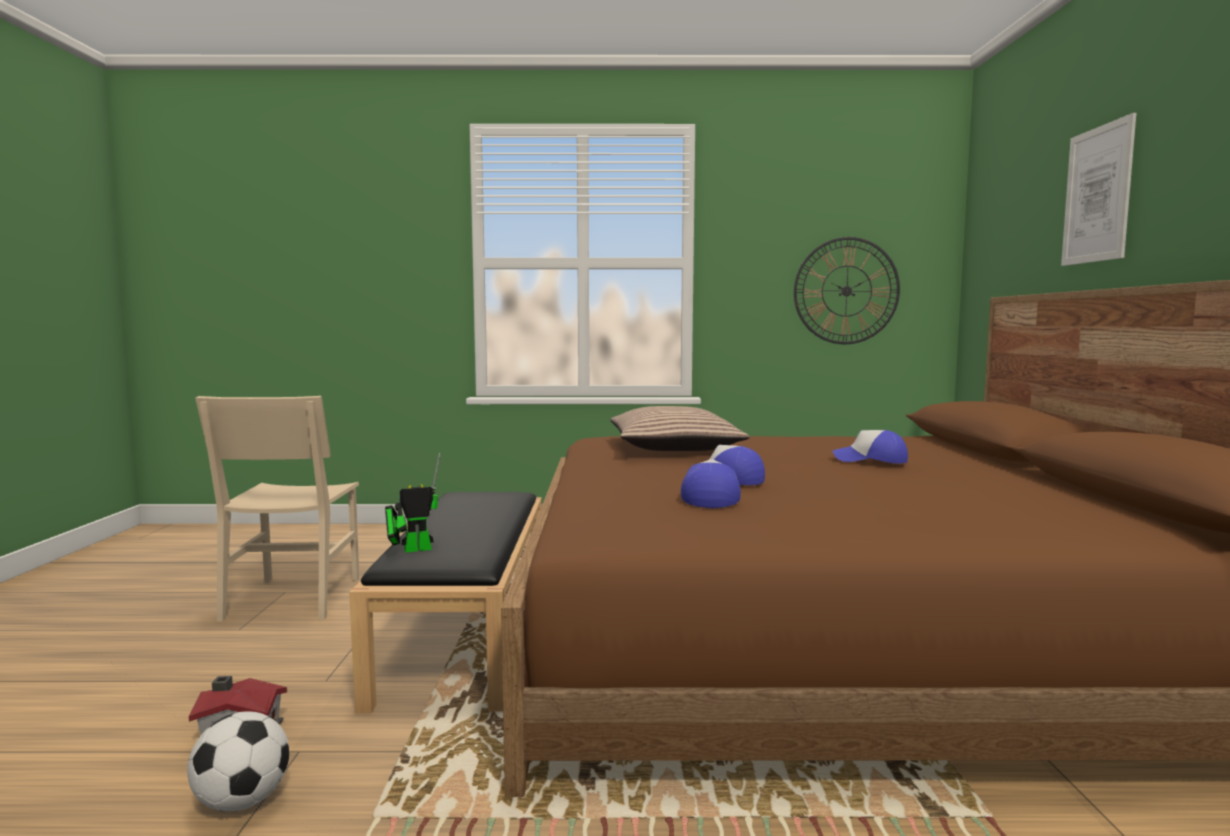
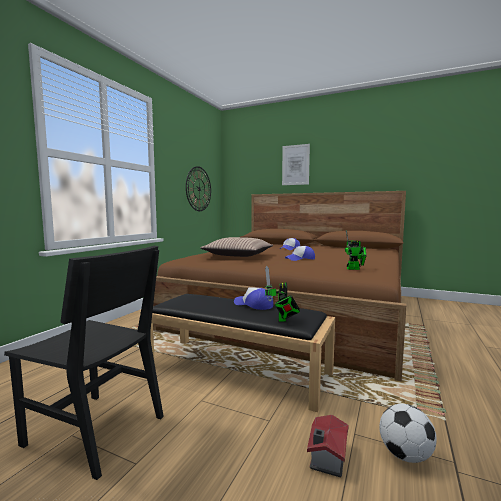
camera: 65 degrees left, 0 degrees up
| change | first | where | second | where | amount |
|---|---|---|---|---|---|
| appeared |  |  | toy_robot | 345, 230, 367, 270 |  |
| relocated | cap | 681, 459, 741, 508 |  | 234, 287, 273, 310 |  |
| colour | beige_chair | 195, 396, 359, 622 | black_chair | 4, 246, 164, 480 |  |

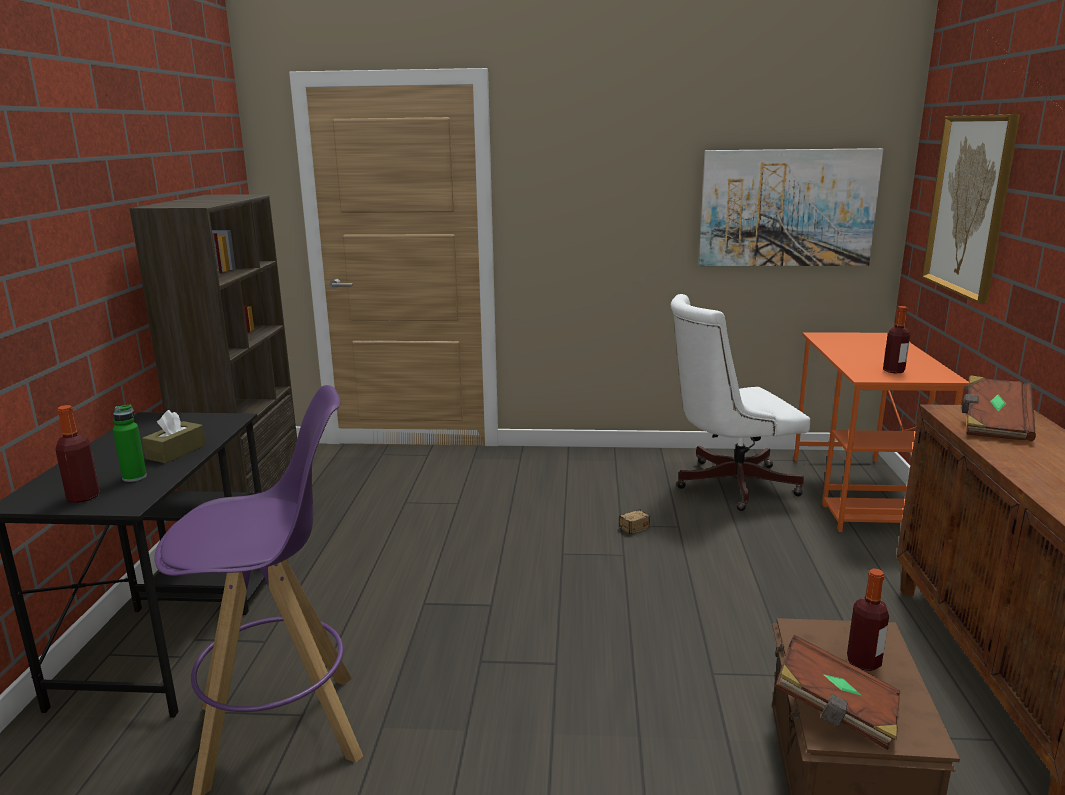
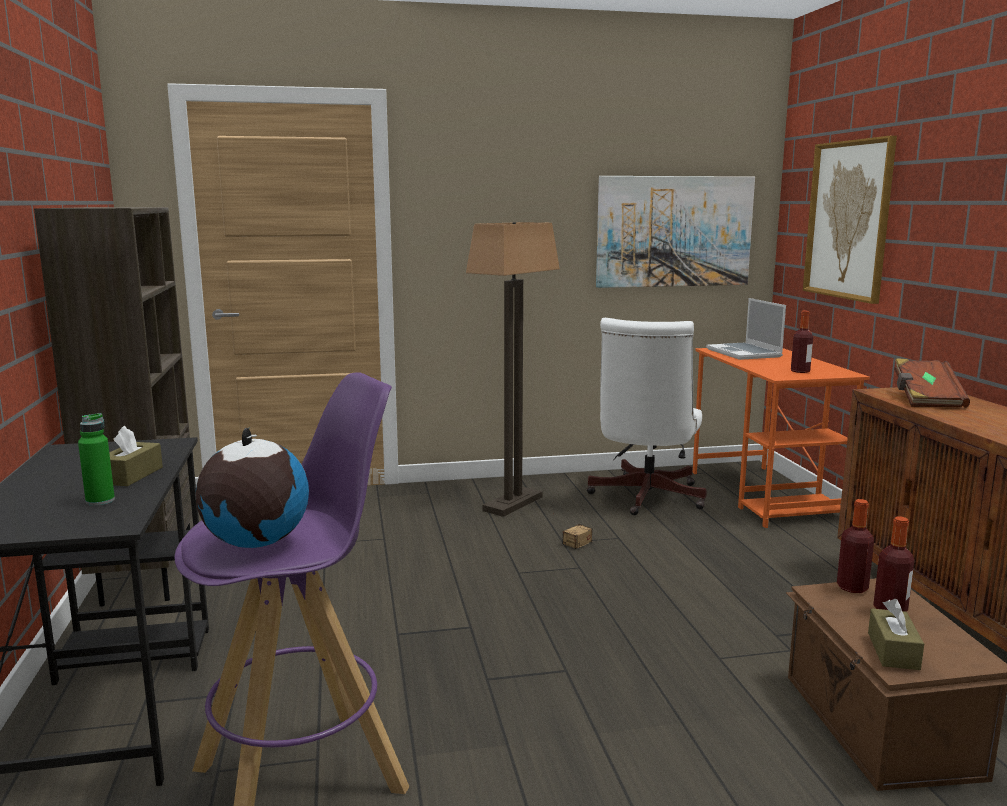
camera: 15 degrees left, 5 degrees down
| change | first | where | second | where | amount |
|---|---|---|---|---|---|
| appeared |  |  | globe | 196, 427, 309, 548 |  |
| appeared |  |  | floor_lamp | 466, 222, 560, 517 |  |
| appeared |  |  | laptop | 706, 298, 786, 360 |  |
| relocated | bottle | 56, 405, 99, 503 |  | 837, 499, 874, 593 |  |
| exchanged | brown_book | 775, 635, 900, 750 | brown_tissue_box | 868, 599, 924, 670 |  |
| spun | white_office_chair | 671, 294, 810, 511 |  | 586, 318, 707, 515 | 45 degrees counterclockwise |

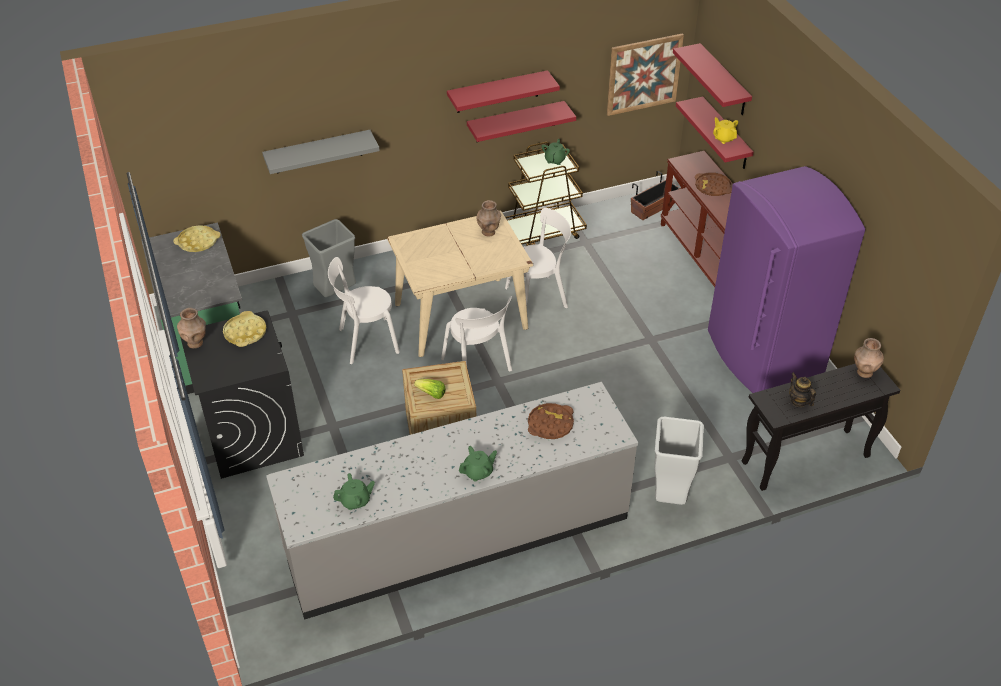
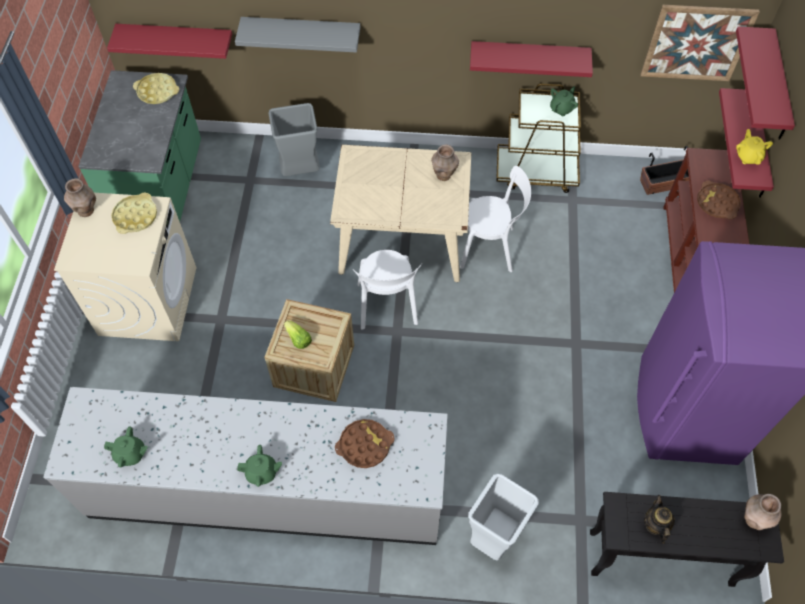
camera: 25 degrees right, 15 degrees up
| change | first | where | second | where | amount |
|---|---|---|---|---|---|
| missing | white_chair | 328, 257, 400, 364 |  |  |  |
| relocated | red_shelf | 447, 70, 560, 113 |  | 107, 24, 232, 59 |  |
| colour | black_washing_machine | 180, 310, 304, 479 | beige_washing_machine | 54, 193, 197, 341 |  |

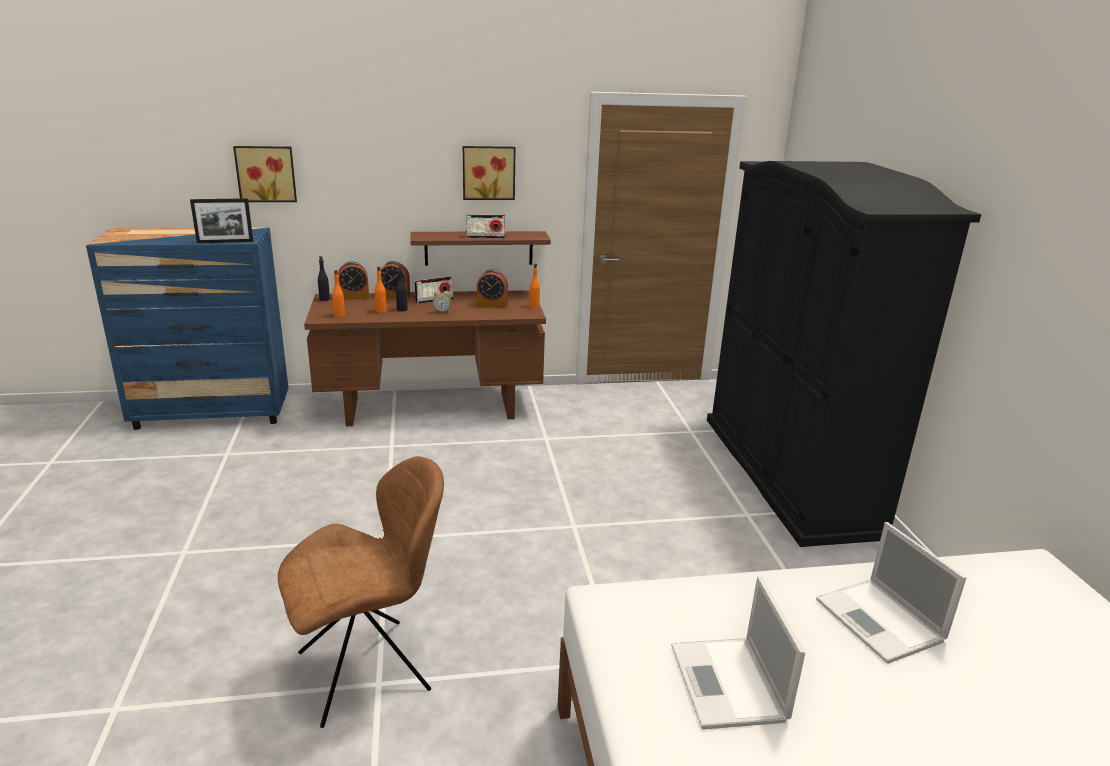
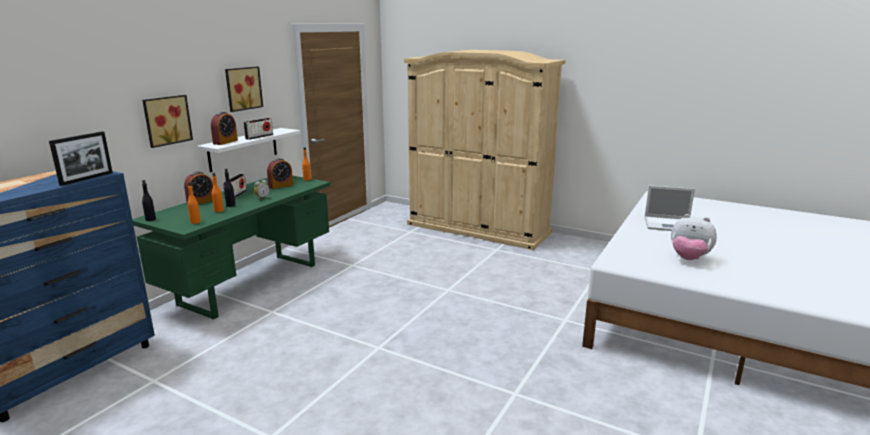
camera: 50 degrees left, 5 degrees down
| change | first | where | second | where | amount |
|---|---|---|---|---|---|
| missing | brown_chair | 278, 456, 444, 728 |  |  |  |
| relocated | picture | 233, 146, 297, 202 |  | 142, 95, 193, 148 |  |
| relocated | alarm_clock | 338, 261, 369, 300 |  | 211, 112, 238, 145 |  |
| exchanged | laptop | 671, 576, 805, 730 | plush_toy | 671, 214, 717, 260 |  |
| colour | brown_desk | 304, 290, 546, 426 | green_desk | 132, 176, 330, 320 |  |
| colour | brown_shelf | 411, 231, 551, 266 | white_shelf | 197, 128, 301, 172 |  |
| colour | black_wardrobe | 707, 161, 981, 547 | beige_wardrobe | 404, 50, 565, 250 |  |

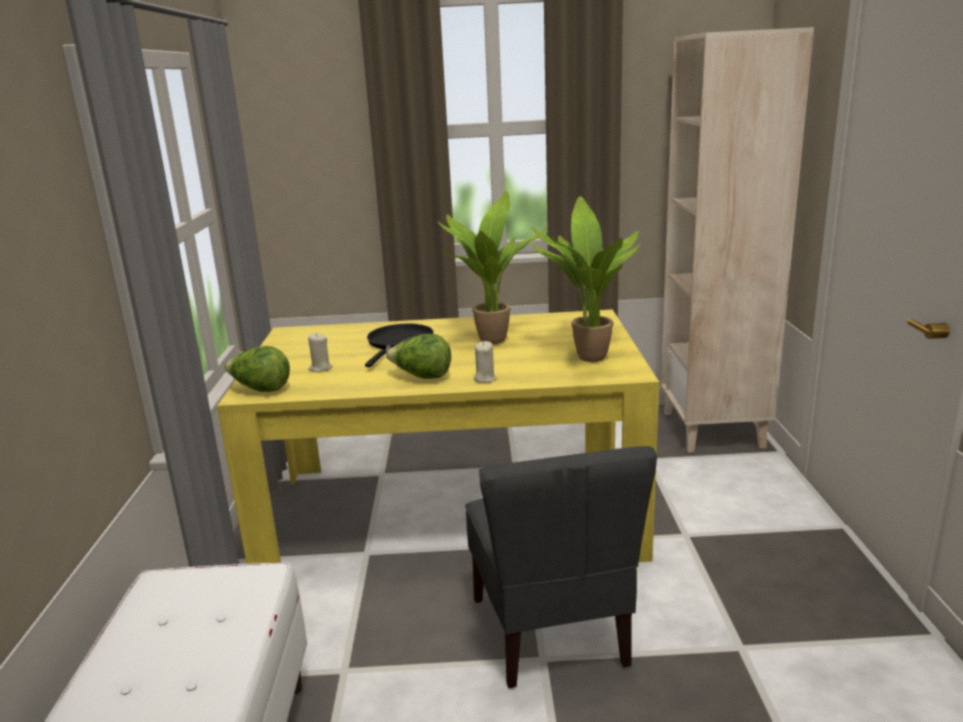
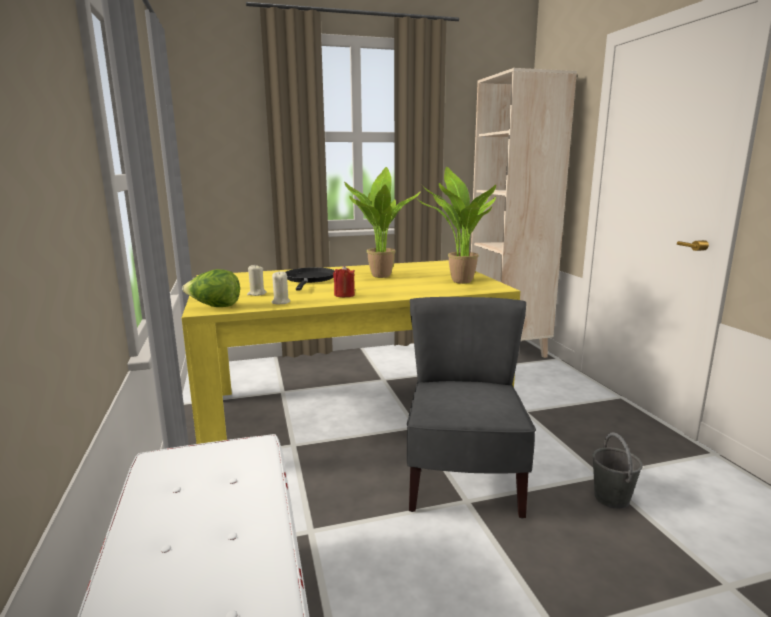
camera: 15 degrees left, 5 degrees down
| change | first | where | second | where | amount |
|---|---|---|---|---|---|
| appeared |  |  | grey_bucket | 592, 432, 643, 509 |  |
| relocated | beige_candle | 474, 341, 497, 383 |  | 272, 271, 290, 305 |  |
| exchanged | lettuce | 386, 334, 451, 379 | red_candle | 333, 265, 355, 297 |  |
| spun | grey_chair | 465, 446, 657, 688 |  | 407, 297, 536, 519 | 150 degrees counterclockwise |

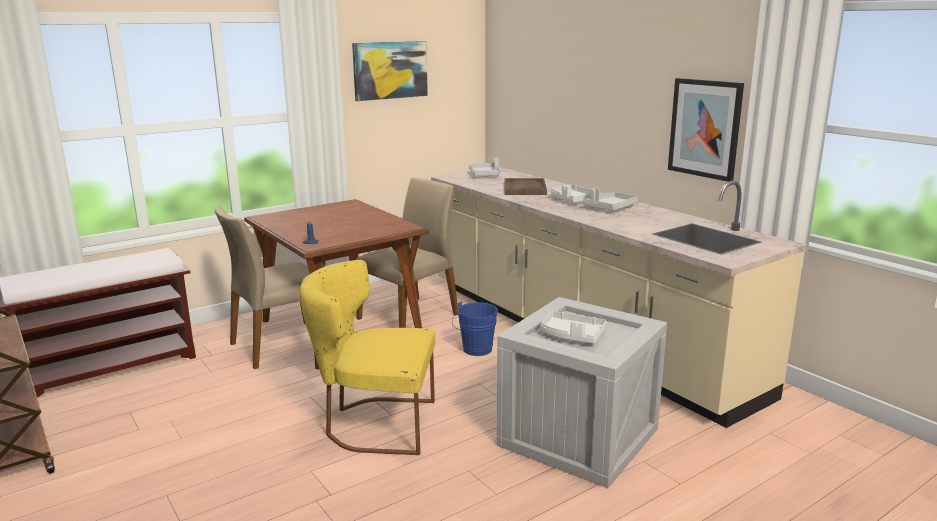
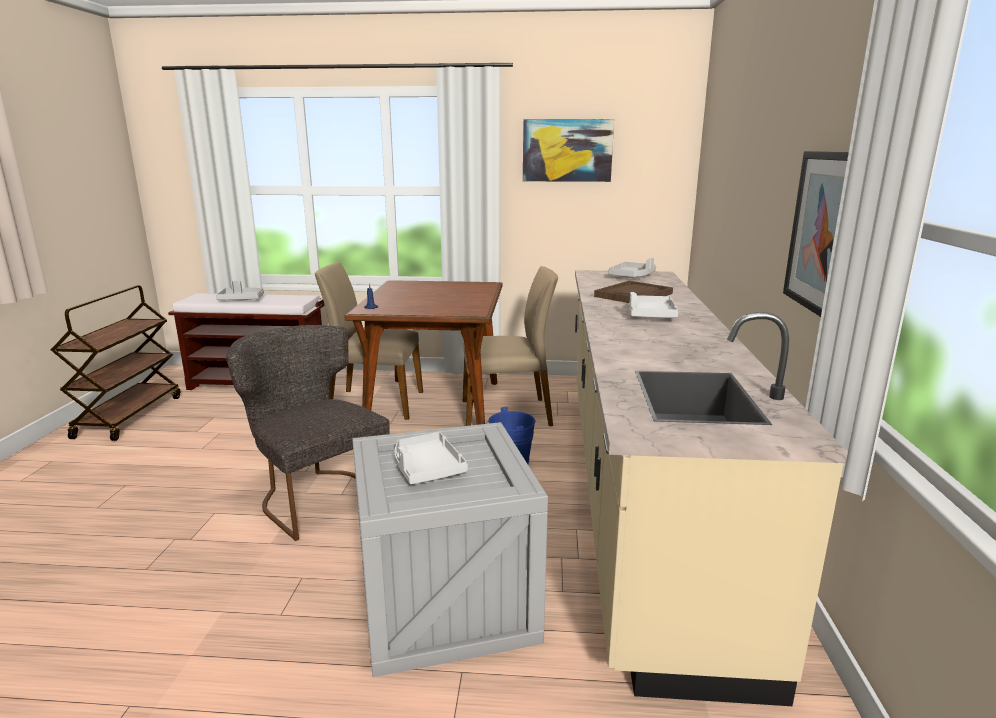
camera: 40 degrees right, 0 degrees up
| change | first | where | second | where | amount |
|---|---|---|---|---|---|
| relocated | grey_tray | 584, 187, 638, 211 |  | 216, 281, 264, 300 |  |
| colour | yellow_chair | 300, 260, 435, 455 | grey_chair | 227, 325, 390, 541 |  |

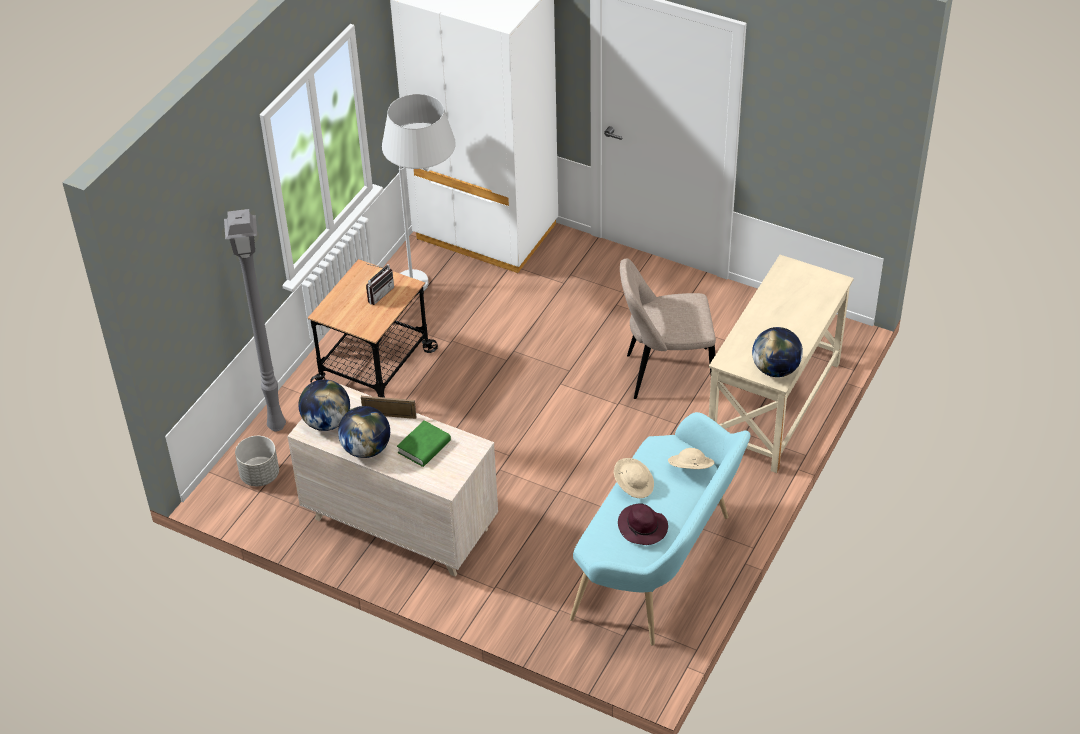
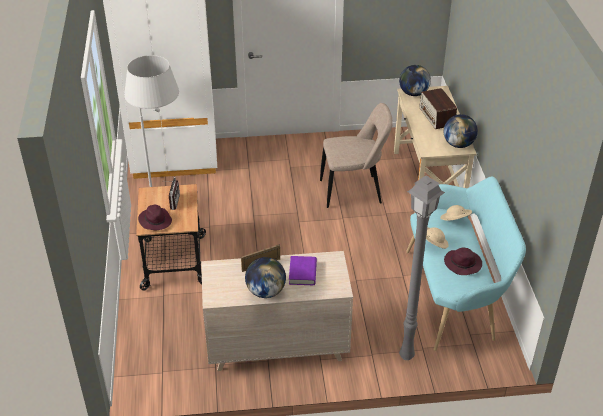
camera: 35 degrees left, 5 degrees down
| change | first | where | second | where | amount |
|---|---|---|---|---|---|
| missing | grey_planter | 235, 436, 279, 486 |  |  |  |
| appeared |  |  | purple_hat | 138, 205, 172, 230 |  |
| appeared |  |  | radio | 419, 88, 457, 129 |  |
| relocated | grey_floor_lamp | 224, 209, 286, 431 |  | 399, 176, 445, 360 |  |
| relocated | globe | 298, 379, 350, 431 |  | 399, 65, 431, 96 |  |
| colour | green_book | 397, 420, 451, 467 | purple_book | 289, 256, 317, 285 |  |
| spun | beige_chair | 620, 259, 716, 399 |  | 320, 103, 393, 208 | 150 degrees counterclockwise |

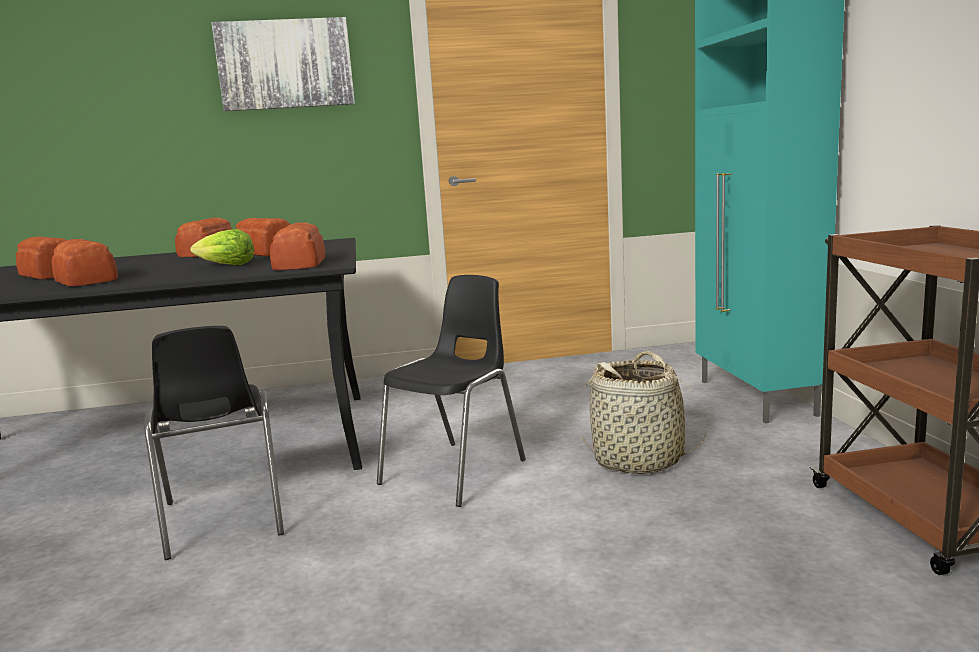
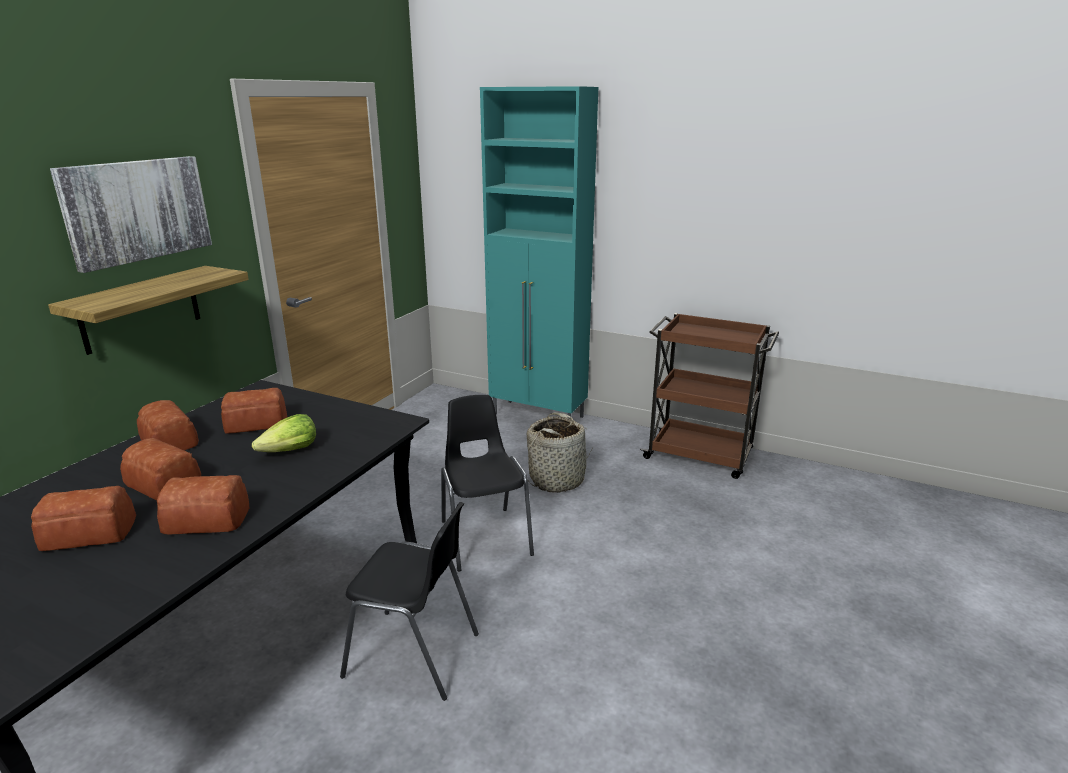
camera: 55 degrees left, 10 degrees up
| change | first | where | second | where | amount |
|---|---|---|---|---|---|
| appeared |  |  | shelf | 48, 266, 249, 355 |  |
| relocated | bread | 270, 222, 325, 270 |  | 120, 438, 201, 500 |  |

